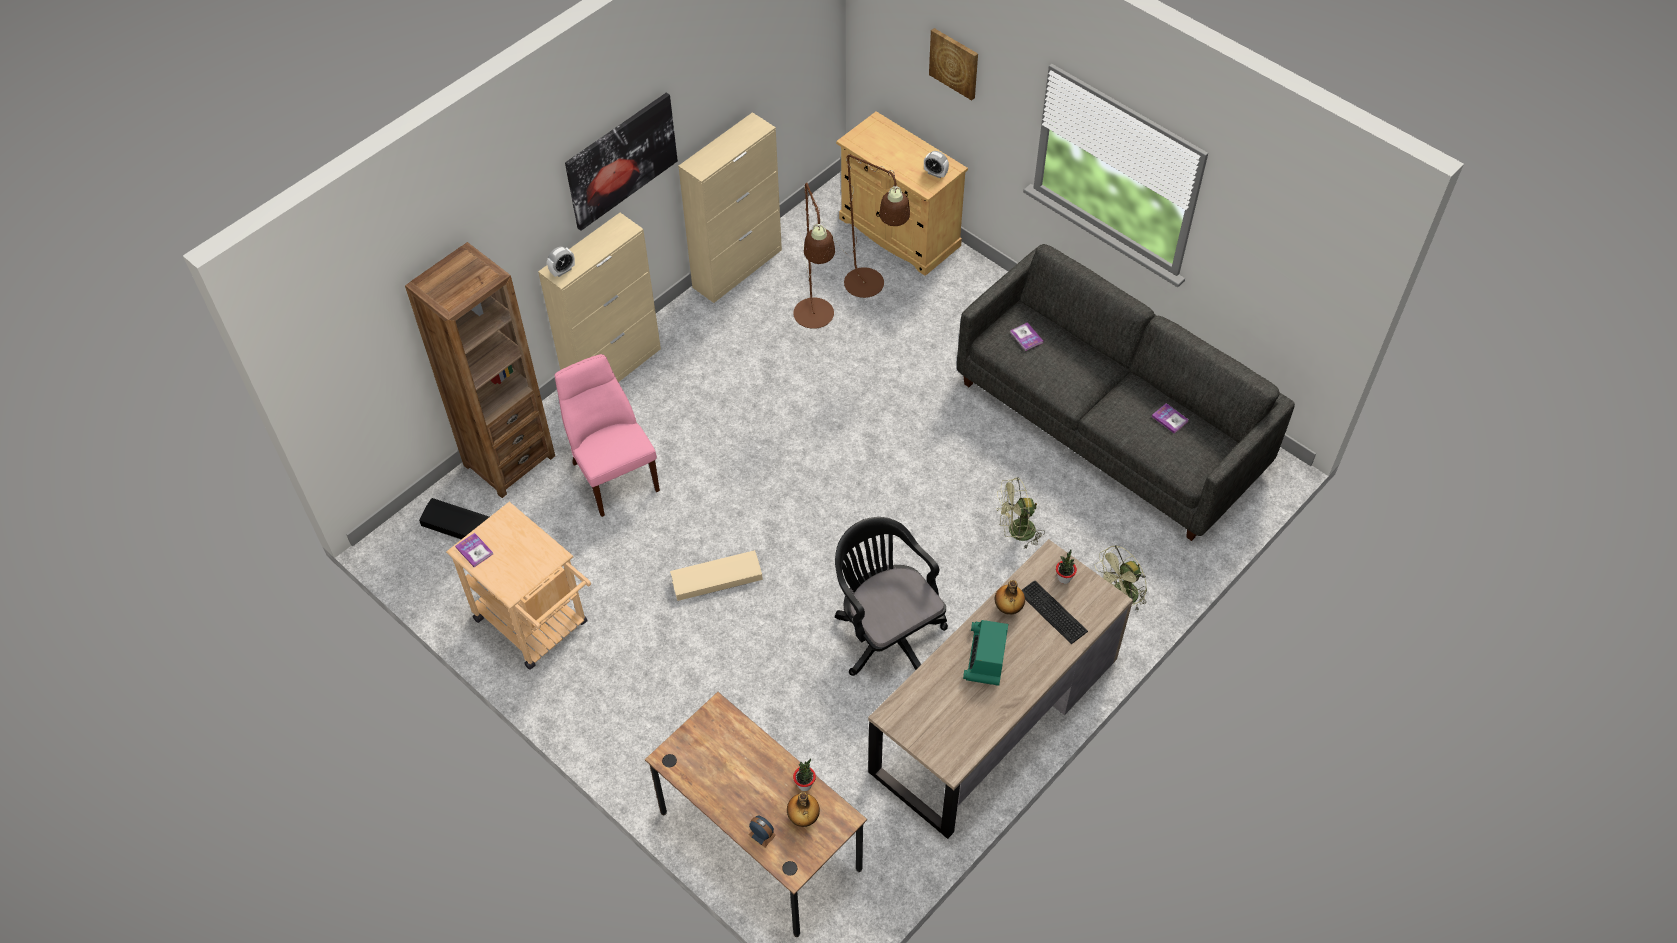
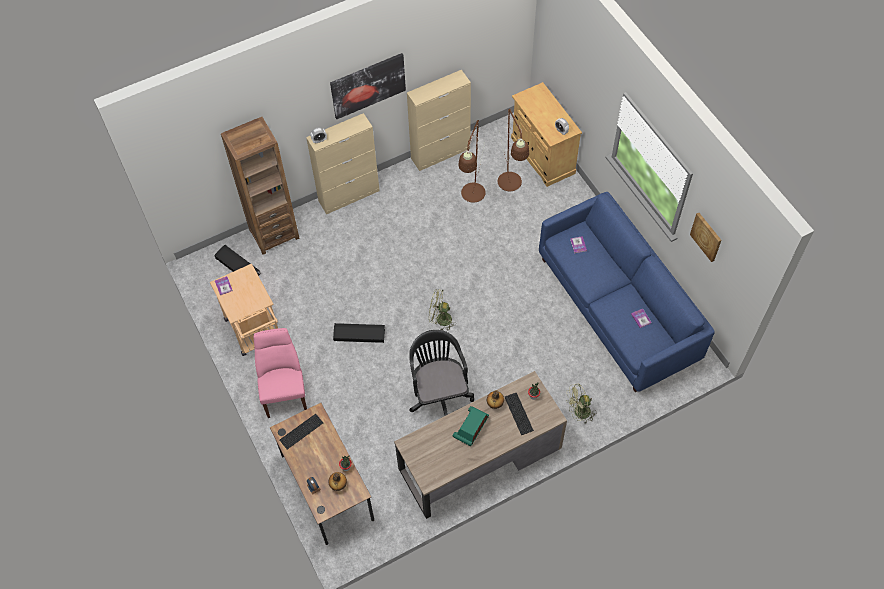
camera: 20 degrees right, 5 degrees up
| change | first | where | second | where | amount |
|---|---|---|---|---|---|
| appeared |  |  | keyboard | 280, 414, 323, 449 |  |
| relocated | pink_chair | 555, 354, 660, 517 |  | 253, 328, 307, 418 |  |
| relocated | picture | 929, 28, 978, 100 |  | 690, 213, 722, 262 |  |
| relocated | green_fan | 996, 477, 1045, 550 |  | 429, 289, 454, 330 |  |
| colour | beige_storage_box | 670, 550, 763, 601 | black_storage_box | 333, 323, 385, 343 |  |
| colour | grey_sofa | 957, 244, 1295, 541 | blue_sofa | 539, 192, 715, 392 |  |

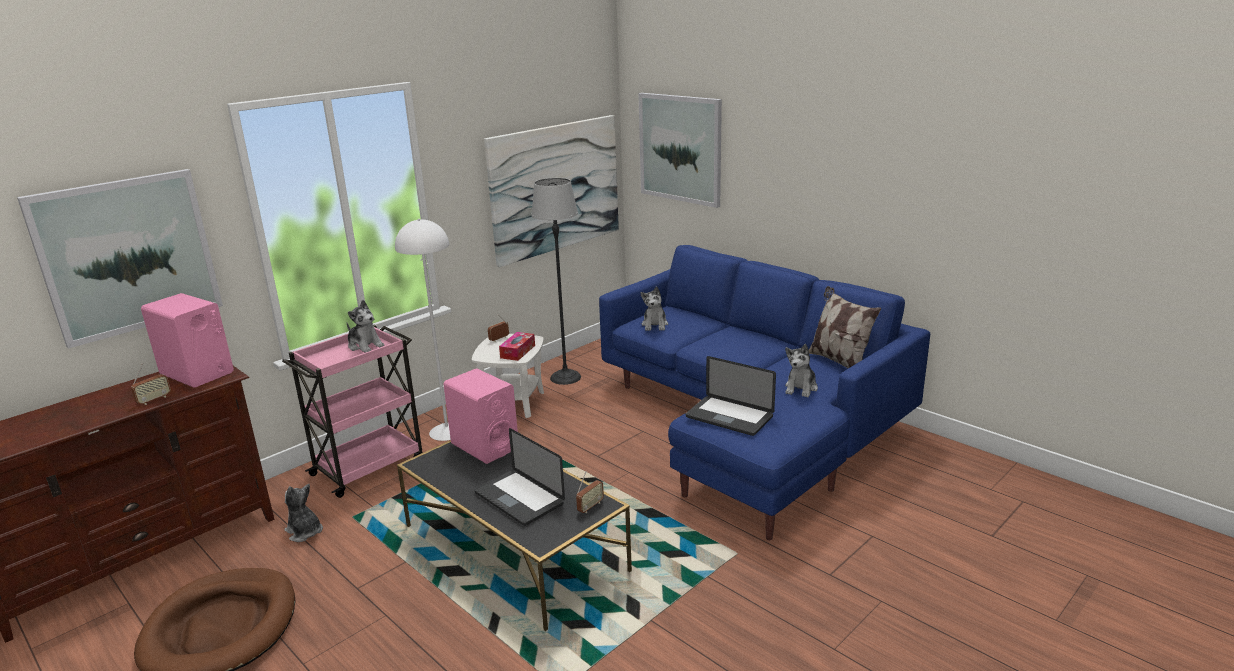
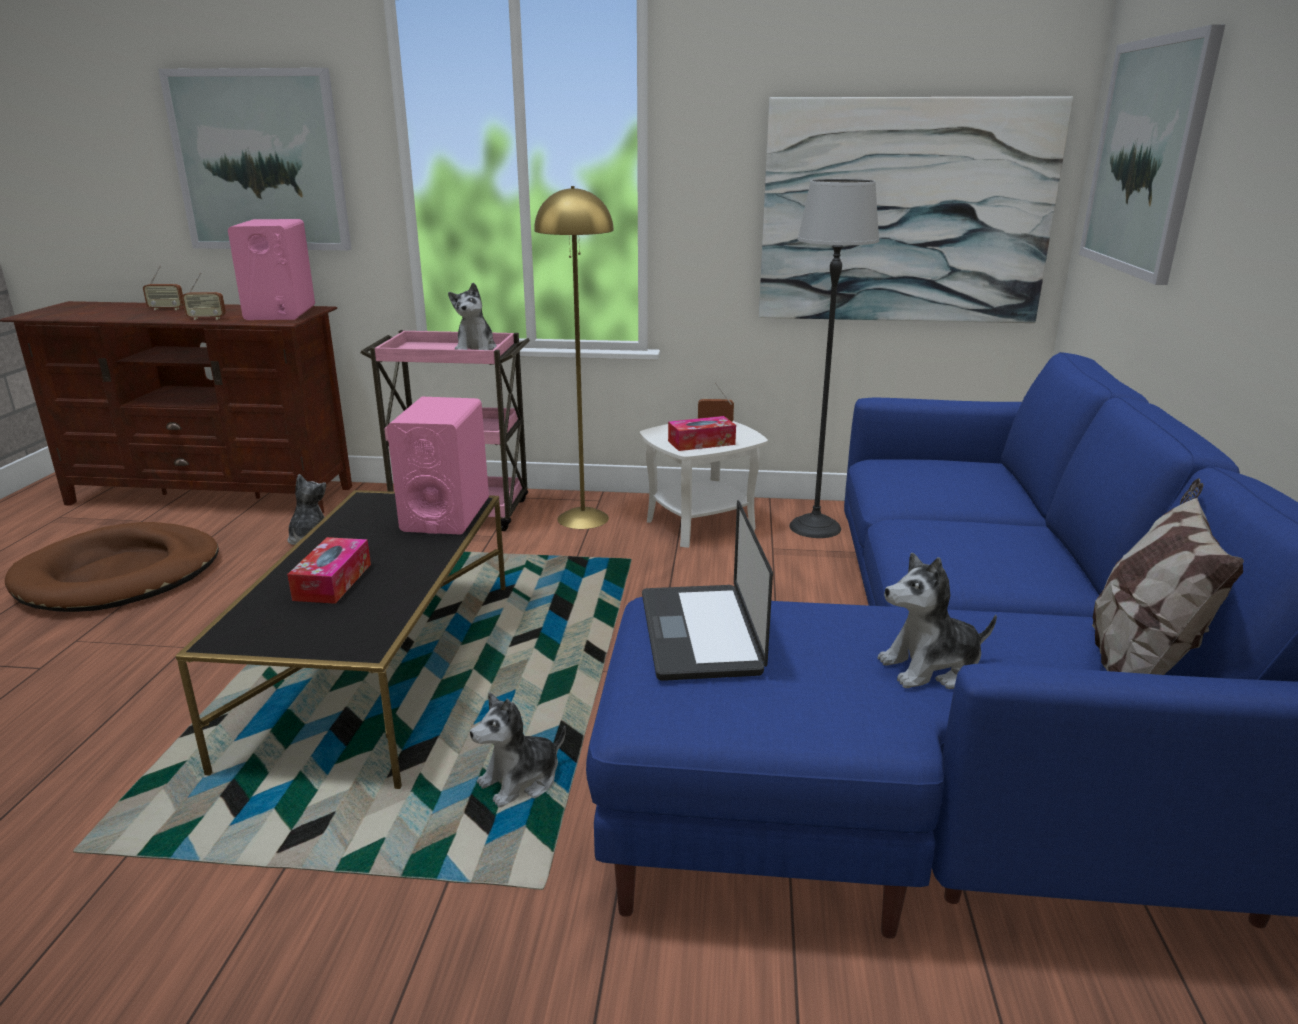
camera: 50 degrees right, 0 degrees up
| change | first | where | second | where | amount |
|---|---|---|---|---|---|
| relocated | radio | 576, 471, 604, 513 |  | 143, 265, 184, 310 |  |
| relocated | plush_toy | 640, 286, 668, 331 |  | 470, 693, 566, 808 |  |
| exchanged | laptop | 474, 428, 565, 526 | tissue_box | 287, 537, 371, 604 |  |
| colour | white_floor_lamp | 395, 219, 451, 441 | yellow_floor_lamp | 534, 186, 614, 529 |  |

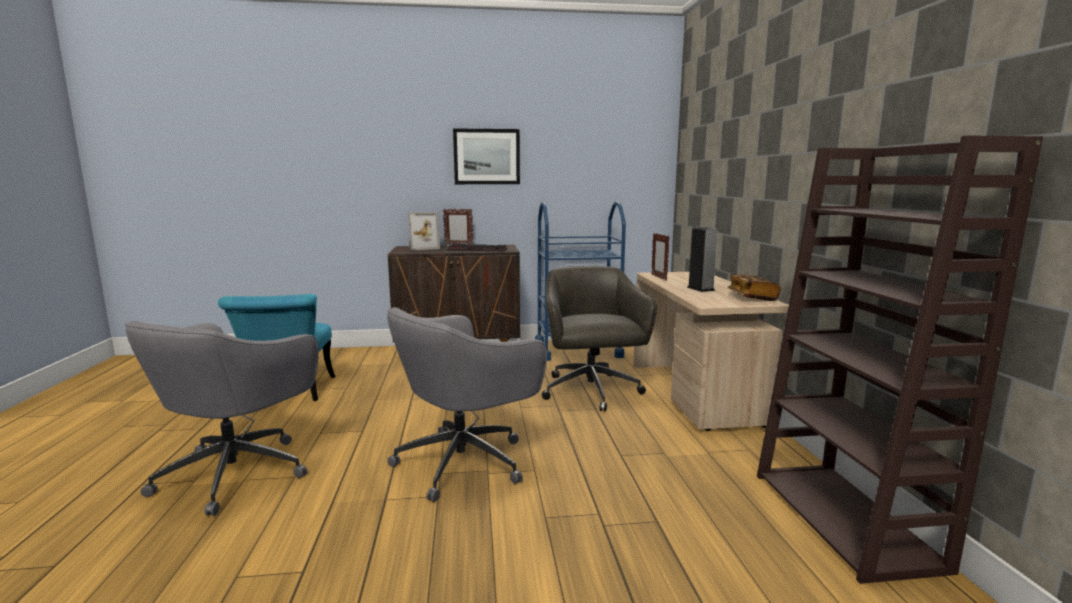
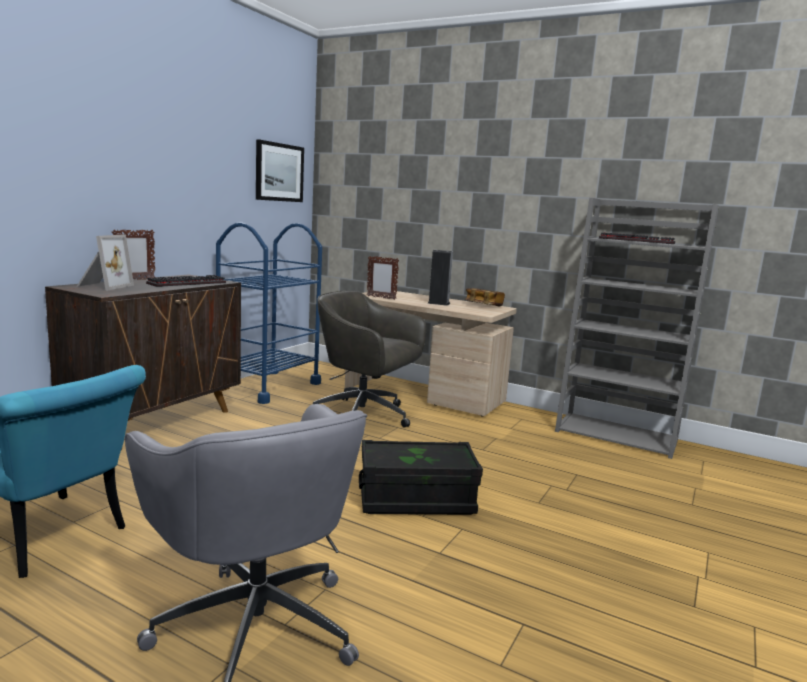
camera: 55 degrees left, 0 degrees up
| change | first | where | second | where | amount |
|---|---|---|---|---|---|
| appeared |  |  | keyboard | 599, 233, 675, 244 |  |
| relocated | picture | 453, 128, 520, 184 |  | 256, 139, 304, 202 |  |
| exchanged | grey_office_chair | 387, 307, 547, 502 | black_storage_box | 359, 440, 483, 515 |  |
| colour | brown_bookcase | 757, 135, 1043, 584 | grey_bookcase | 555, 198, 719, 459 |  |

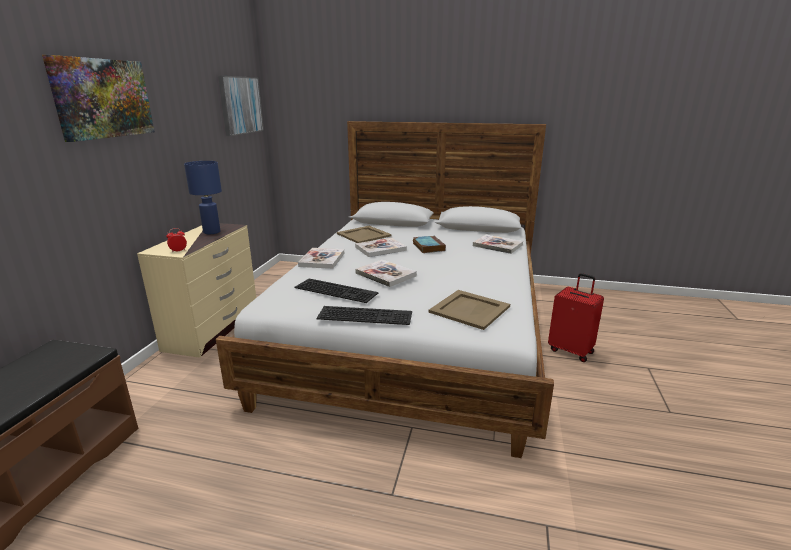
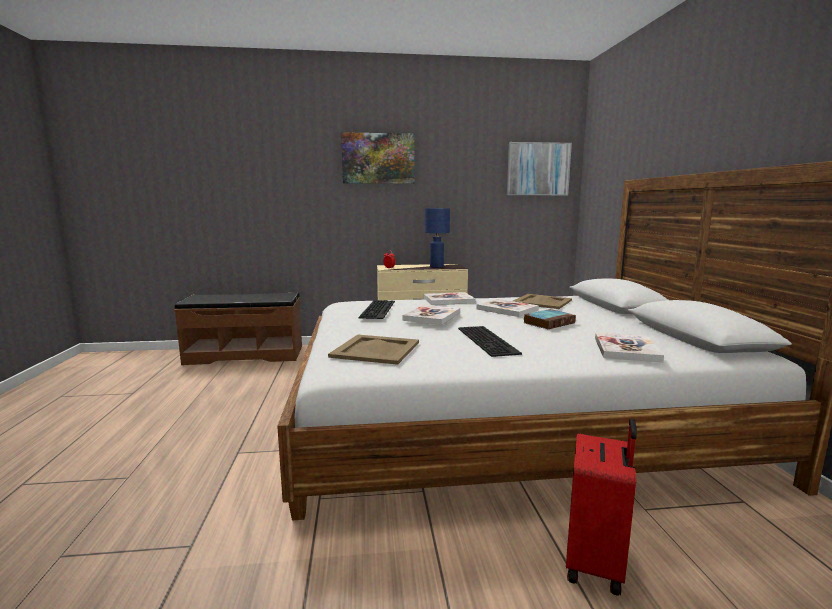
camera: 70 degrees right, 10 degrees down
| change | first | where | second | where | amount |
|---|---|---|---|---|---|
| relocated | keyboard | 316, 306, 412, 325 |  | 458, 326, 522, 357 |  |

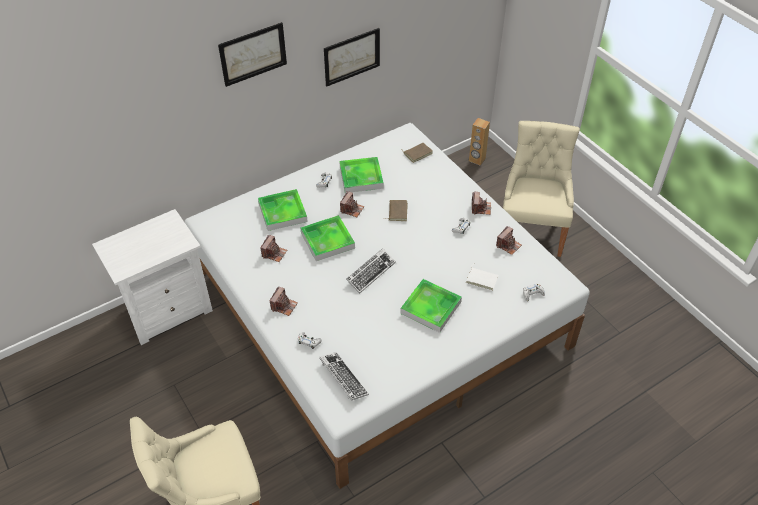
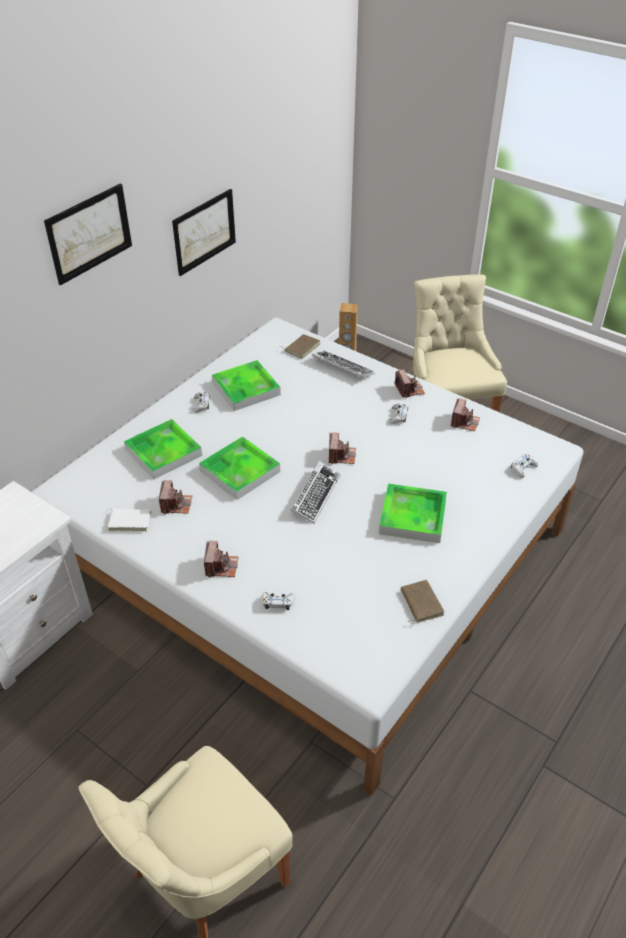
camera: 20 degrees left, 5 degrees down
| change | first | where | second | where | amount |
|---|---|---|---|---|---|
| relocated | keyboard | 319, 352, 369, 401 |  | 312, 351, 375, 378 |  |
| relocated | photo_camera | 340, 192, 365, 217 |  | 329, 432, 356, 464 |  |
| relocated | brown_book | 383, 200, 408, 221 |  | 401, 580, 444, 622 |  |
| relocated | white_book | 466, 267, 498, 291 |  | 108, 503, 151, 532 |  |

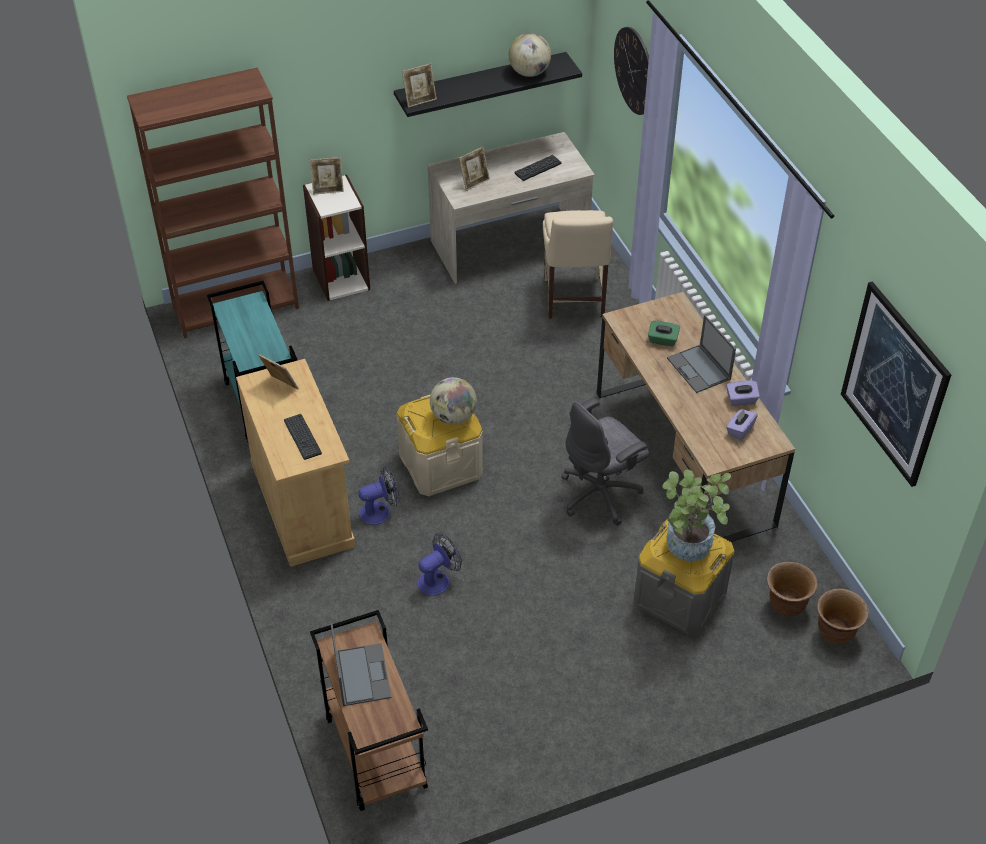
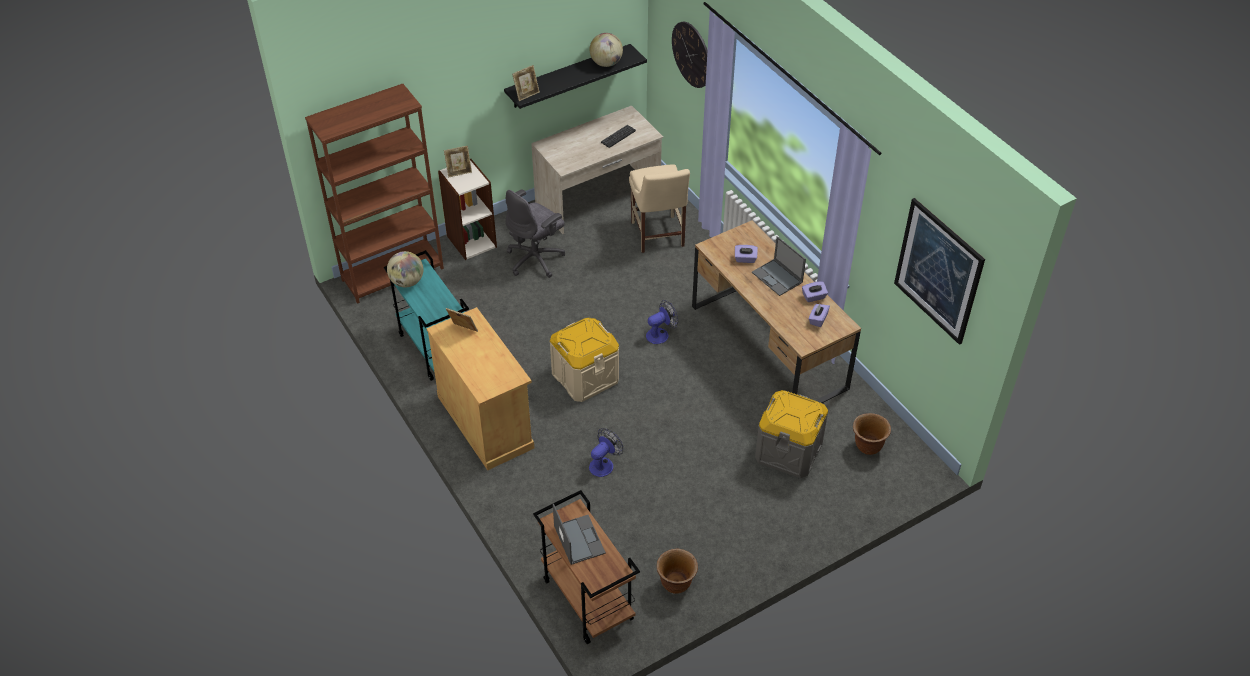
camera: 10 degrees left, 0 degrees up
| change | first | where | second | where | amount |
|---|---|---|---|---|---|
| missing | keyboard | 284, 414, 322, 460 |  |  |  |
| missing | picture_frame | 459, 147, 490, 191 |  |  |  |
| missing | potted_plant | 662, 469, 731, 561 |  |  |  |
| relocated | fan | 358, 467, 399, 525 |  | 646, 300, 678, 344 |  |
| relocated | globe | 430, 377, 477, 425 |  | 387, 251, 423, 287 |  |
| relocated | grey_office_chair | 561, 398, 649, 526 |  | 506, 190, 565, 278 |  |
| relocated | brown_planter | 817, 589, 869, 644 |  | 657, 549, 698, 594 |  |
| colour | green_tissue_box | 648, 321, 680, 346 | purple_tissue_box | 735, 245, 758, 263 |  |

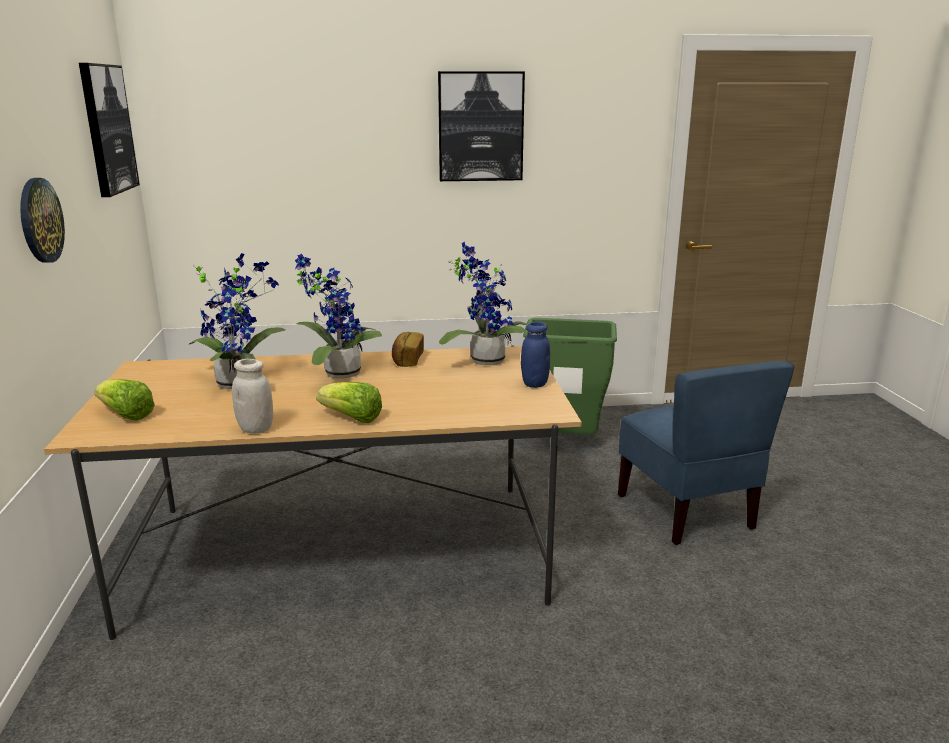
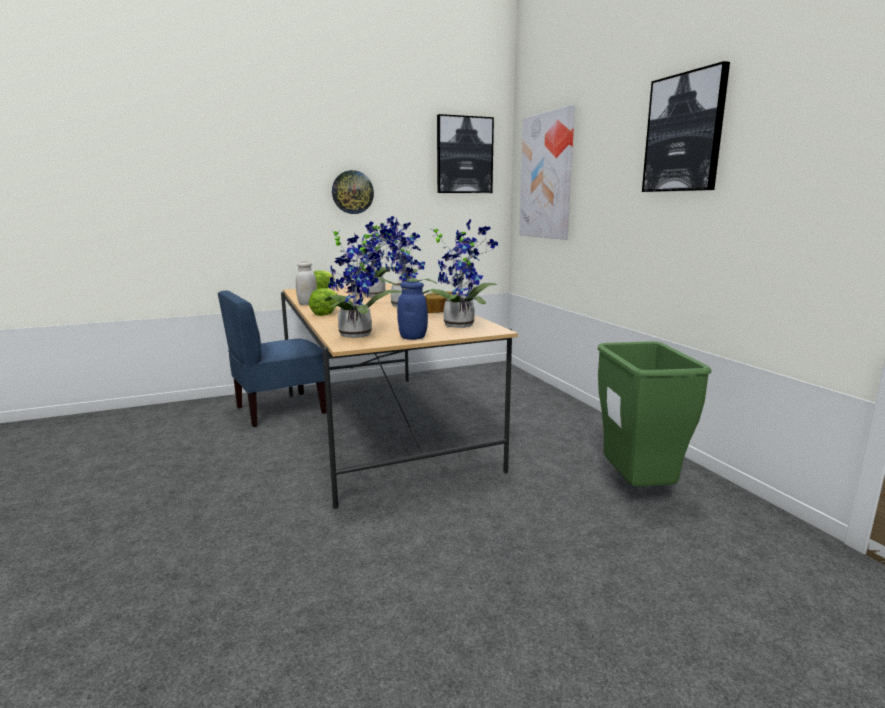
camera: 75 degrees right, 5 degrees down
| change | first | where | second | where | amount |
|---|---|---|---|---|---|
| appeared |  |  | potted_plant | 325, 221, 402, 338 |  |
| appeared |  |  | picture | 519, 105, 575, 240 |  |
| relocated | blue_chair | 618, 361, 795, 545 |  | 218, 291, 327, 427 |  |

